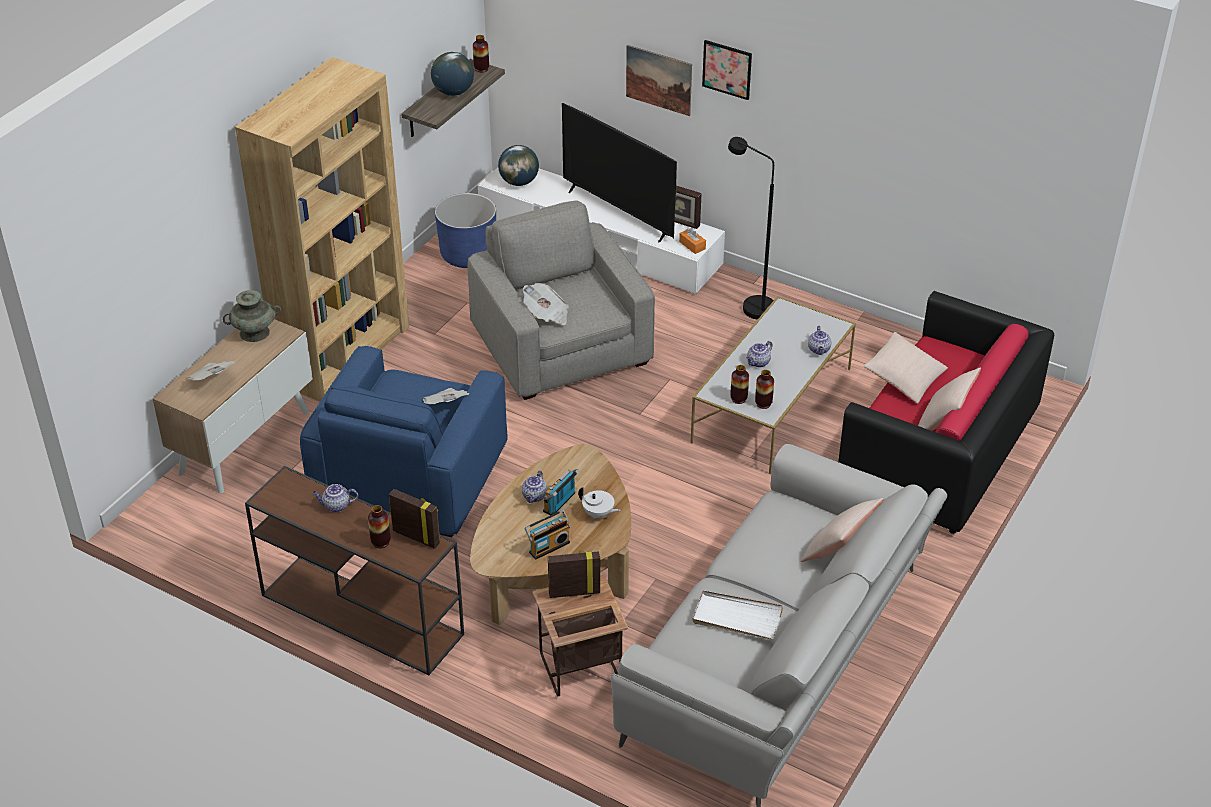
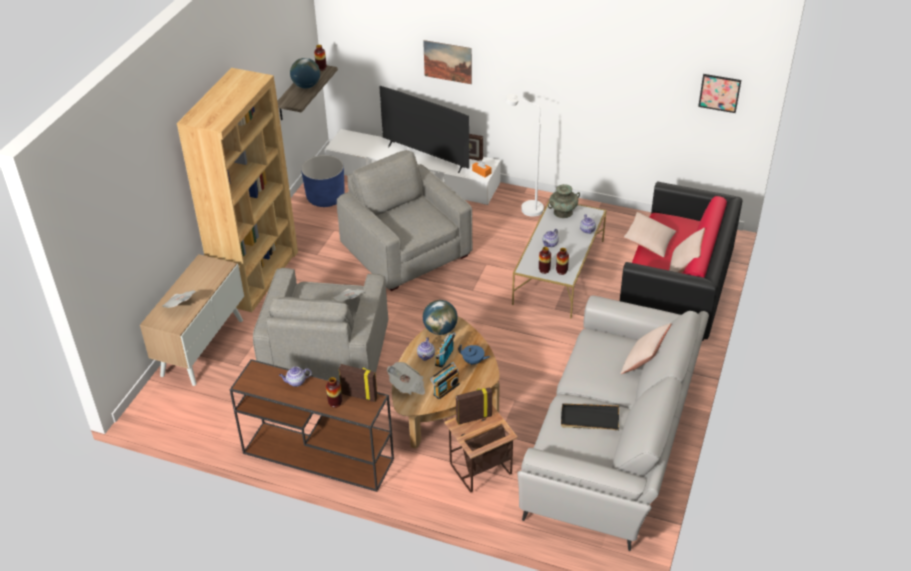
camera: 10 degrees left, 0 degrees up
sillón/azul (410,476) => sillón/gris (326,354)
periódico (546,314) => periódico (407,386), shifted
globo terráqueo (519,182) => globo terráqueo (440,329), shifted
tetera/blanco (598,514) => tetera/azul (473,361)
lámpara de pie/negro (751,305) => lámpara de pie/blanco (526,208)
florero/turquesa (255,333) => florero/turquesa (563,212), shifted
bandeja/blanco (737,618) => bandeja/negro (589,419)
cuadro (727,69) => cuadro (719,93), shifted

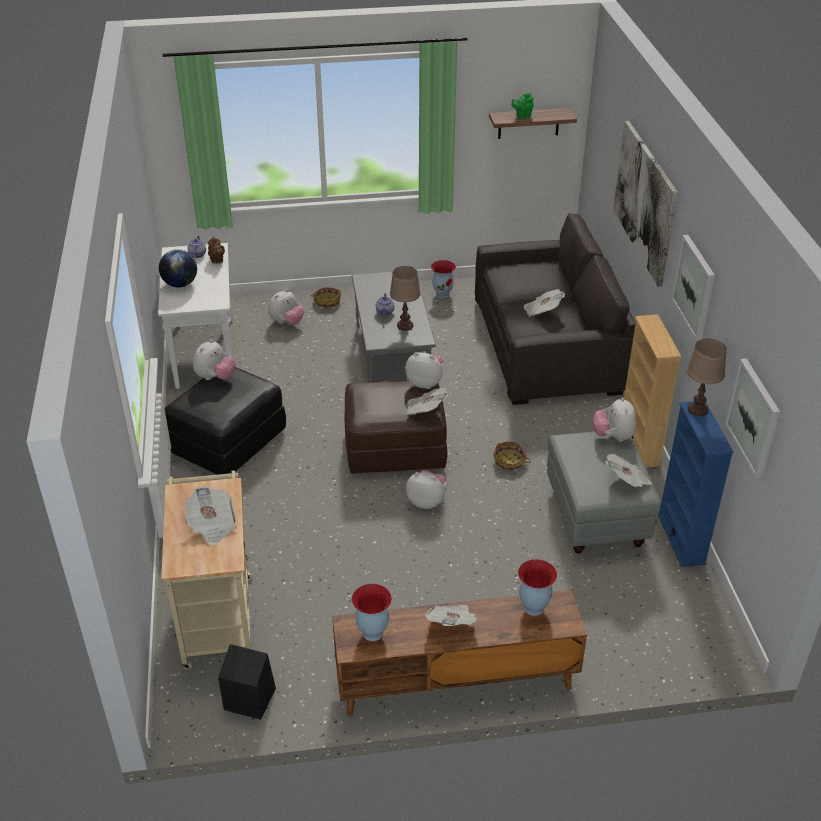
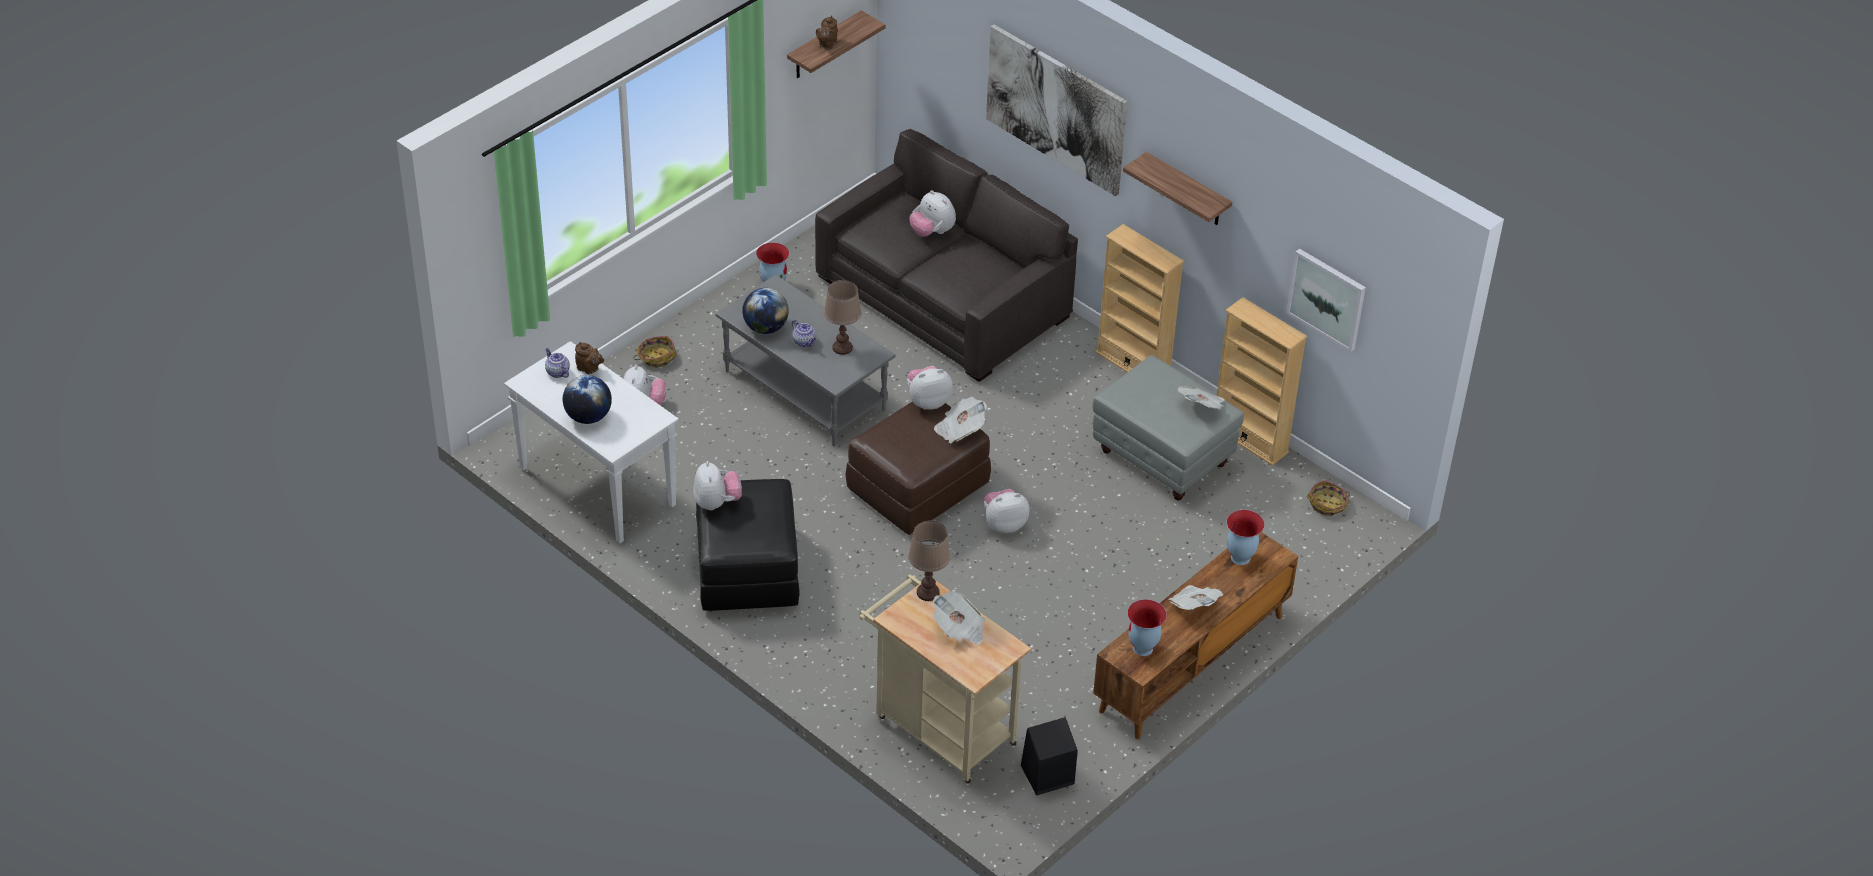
camera: 40 degrees left, 5 degrees up
nothing => globo terráqueo (765,328)
tetera/verde (522,116) => tetera/marrón (827,44)
lámpara de mesa/marrón (697,409) => lámpara de mesa/marrón (927,592), shifted
peluche (613,436) => peluche (932,232), shifted
cuadro (694,287) => estante (1187,191)
estantería/azul (681,538) => estantería/beis (1249,439)
cesta (509,462) => cesta (1328,504), shifted
periódico (542,311) => nothing

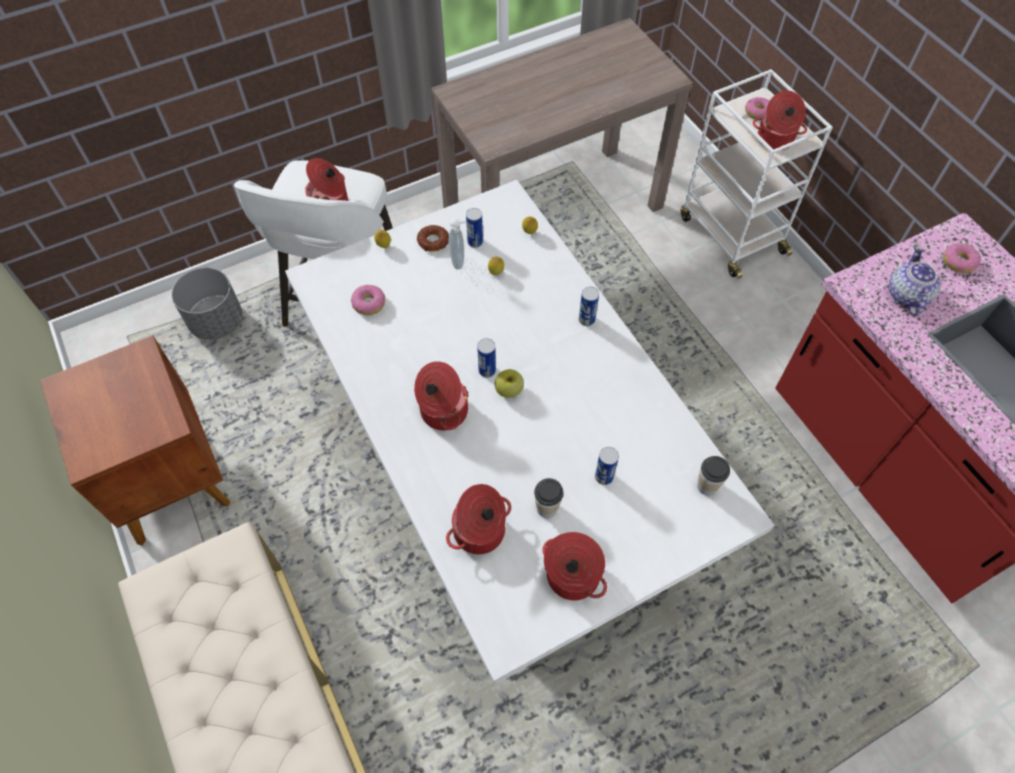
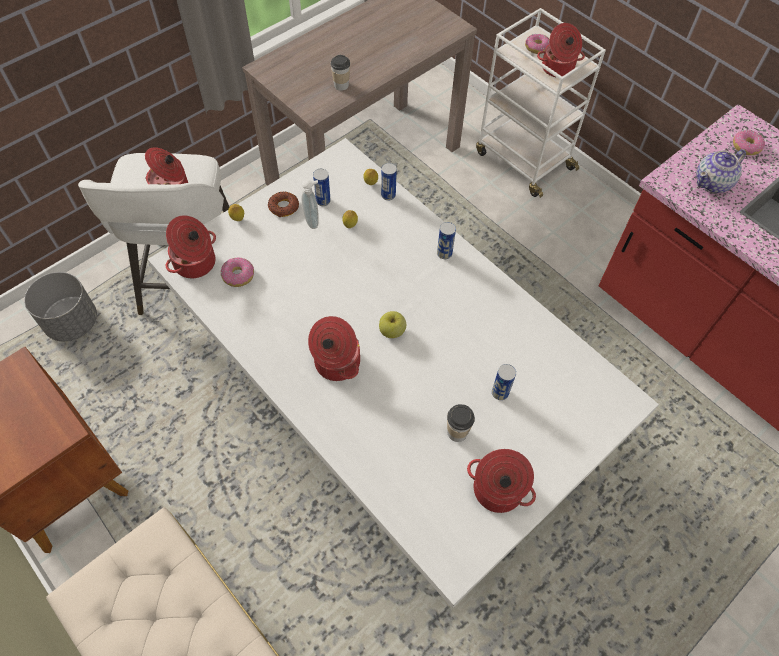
camera: 15 degrees left, 0 degrees up
olla (480,532) => olla (196,263), shifted
taza (707,485) => taza (341,85), shifted
lata (487,371) => lata (388,195), shifted
tetera (906,296) => tetera (713,182), 120 degrees counterclockwise

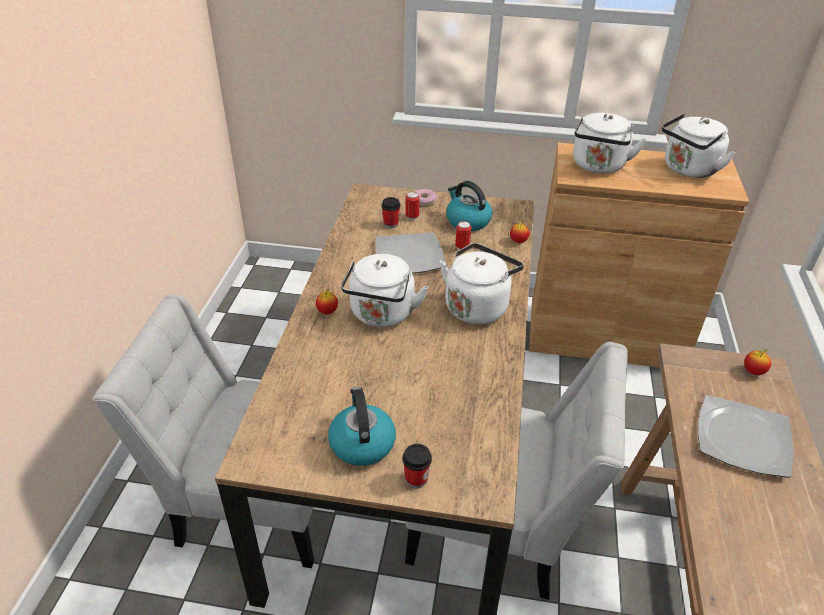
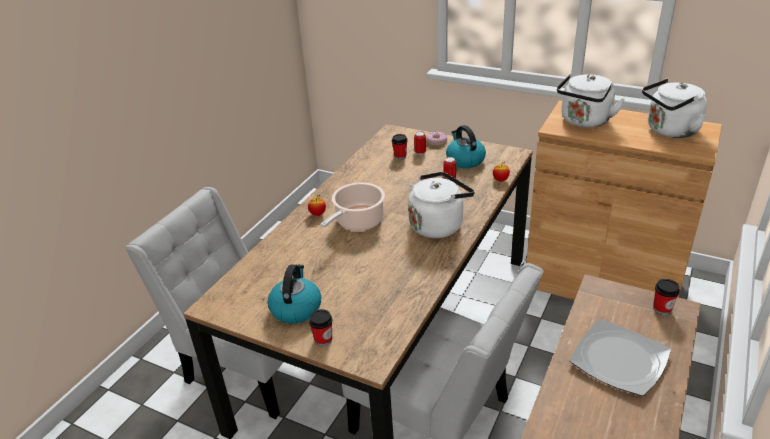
camera: 20 degrees right, 5 degrees down
hervidor/blanco (382,315) => olla (358,222)
manzana (753,371) => taza (662,309)
plato (410,256) => nothing

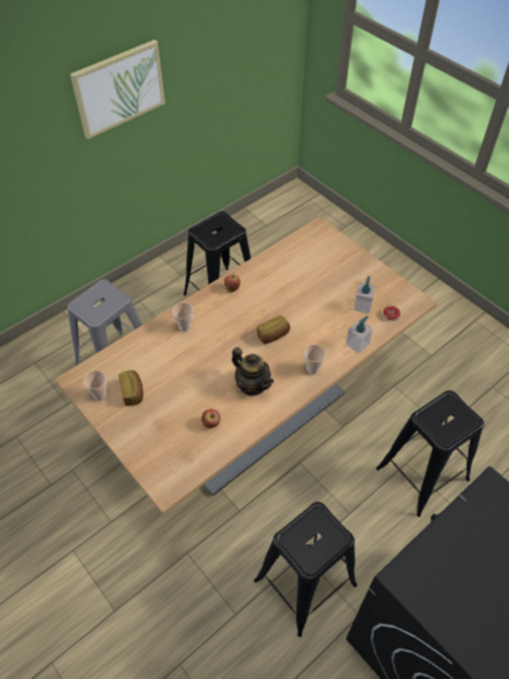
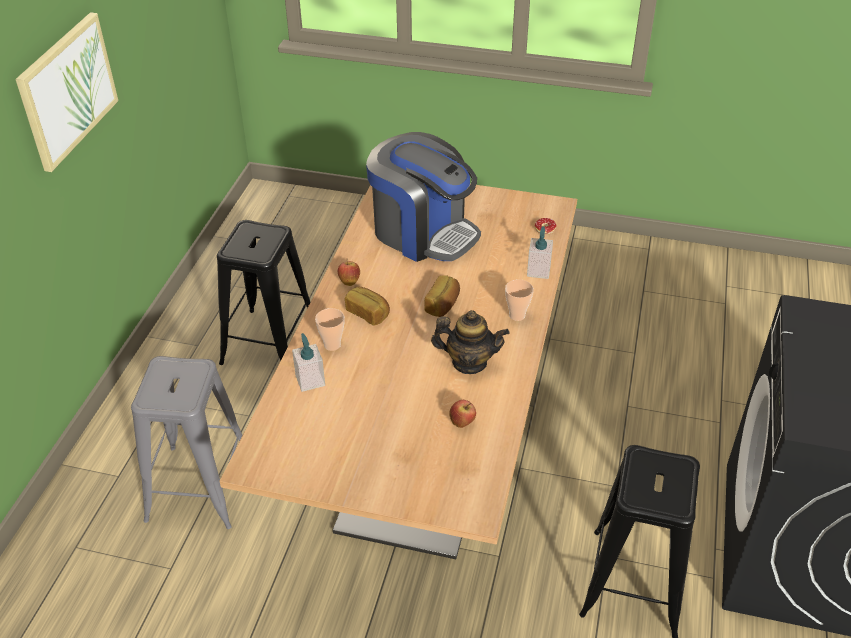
camera: 35 degrees left, 10 degrees down
dispensador de jabón (362,306) => dispensador de jabón (310,380), shifted
pan (133,392) => pan (368,313), shifted
nothing => cafetera (423,233)
taza (100,395) => nothing
taburete/negro (422,473) => nothing

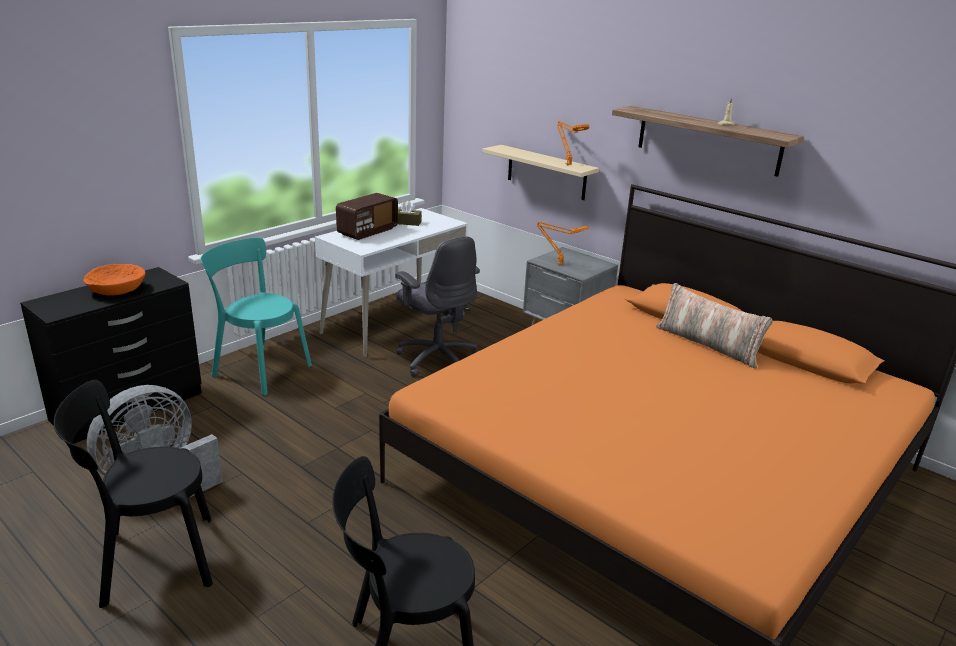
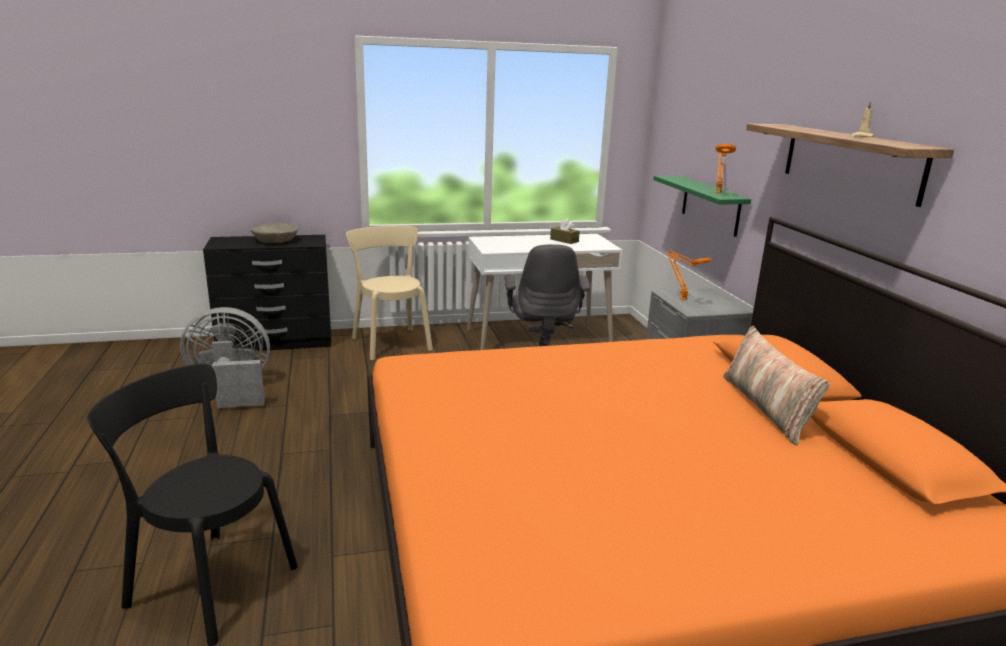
camera: 35 degrees right, 5 degrees down
cuenco/naranja (117,289) => cuenco/beis (275,241)
silla/turquesa (259,369) => silla/beis (390,342)
estante/beis (546,172) => estante/verde (710,205)
silla/negro (151,560) => nothing
radio (367,231) => nothing

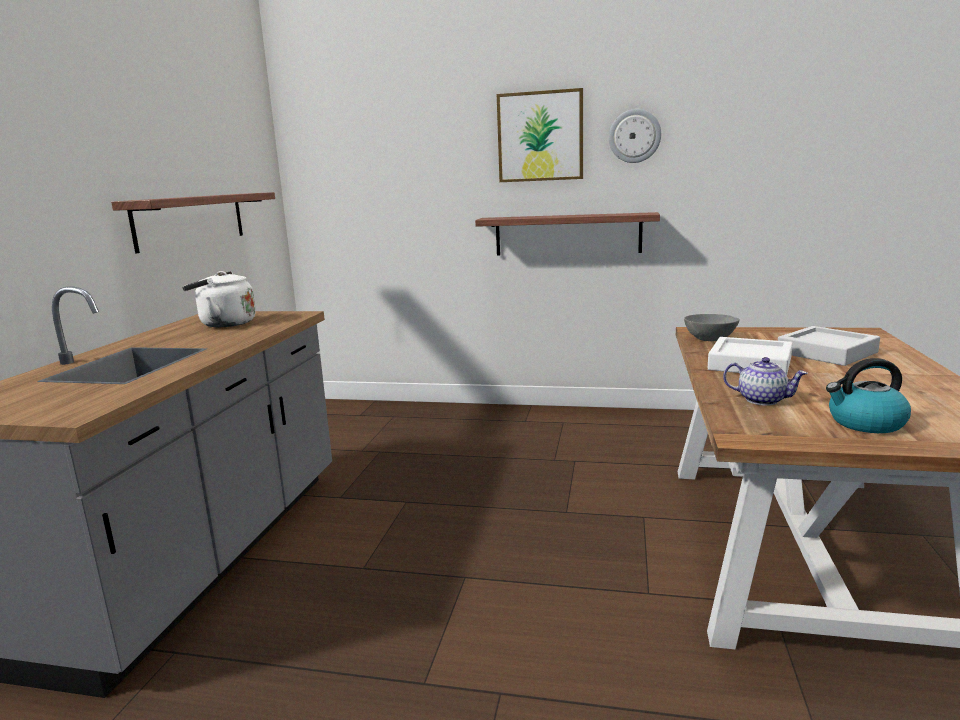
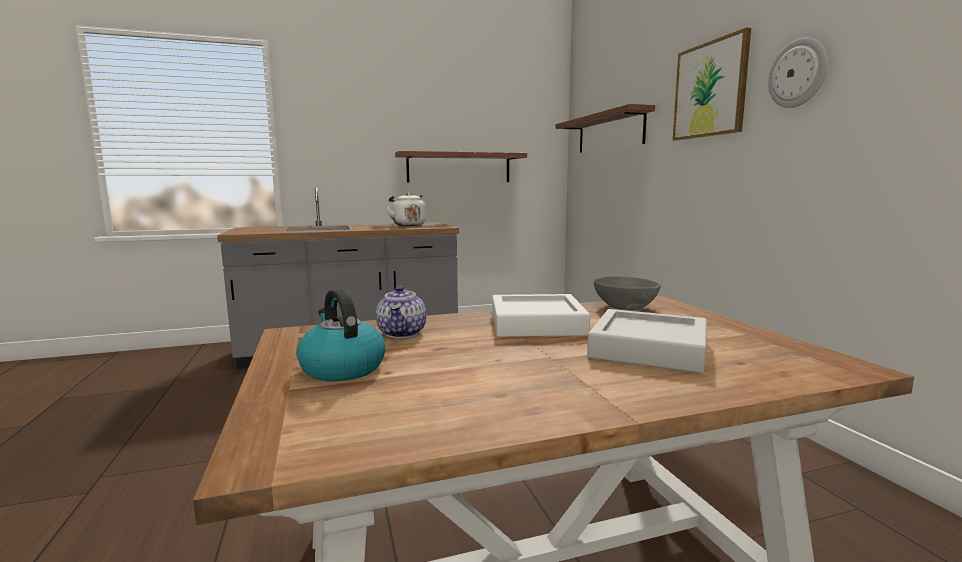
camera: 60 degrees right, 5 degrees down
estante (567,234) => estante (609,132), shifted

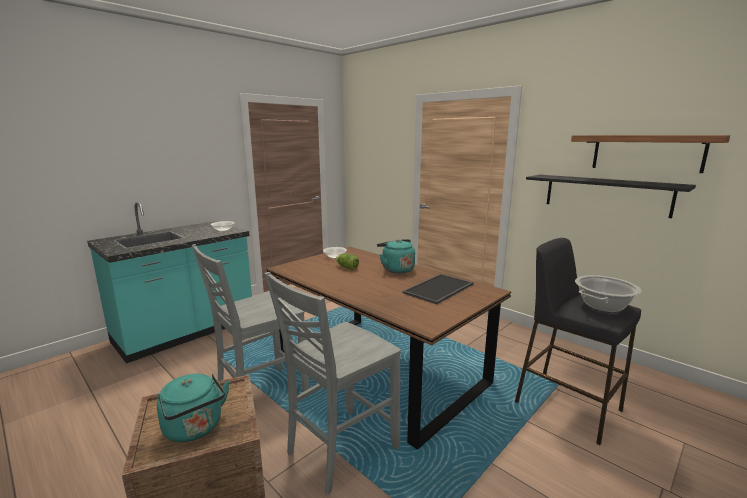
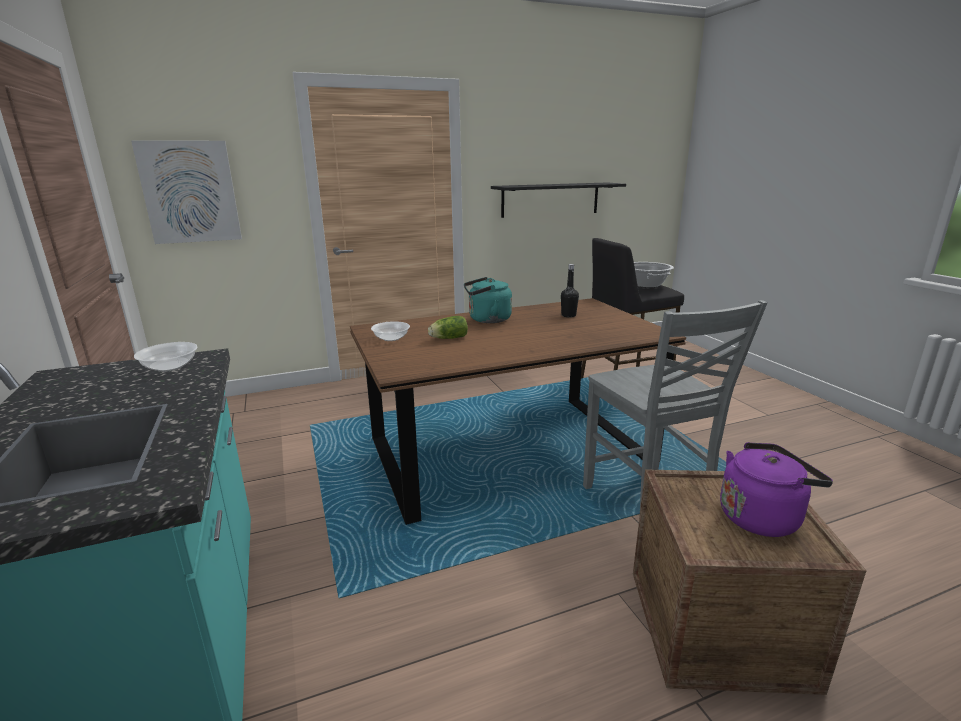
camera: 65 degrees left, 5 degrees up
nothing => cuadro (190,192)
bandeja (439,289) => botella/negro (568,315)
hervidor/turquesa (195,429) => hervidor/morado (762,517)
silla/gris (260,394) => nothing
estante (646,153) => nothing

